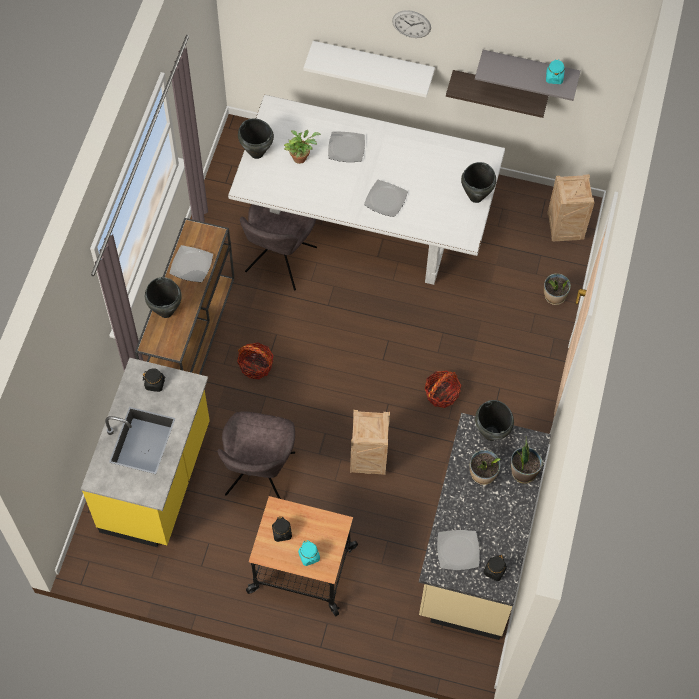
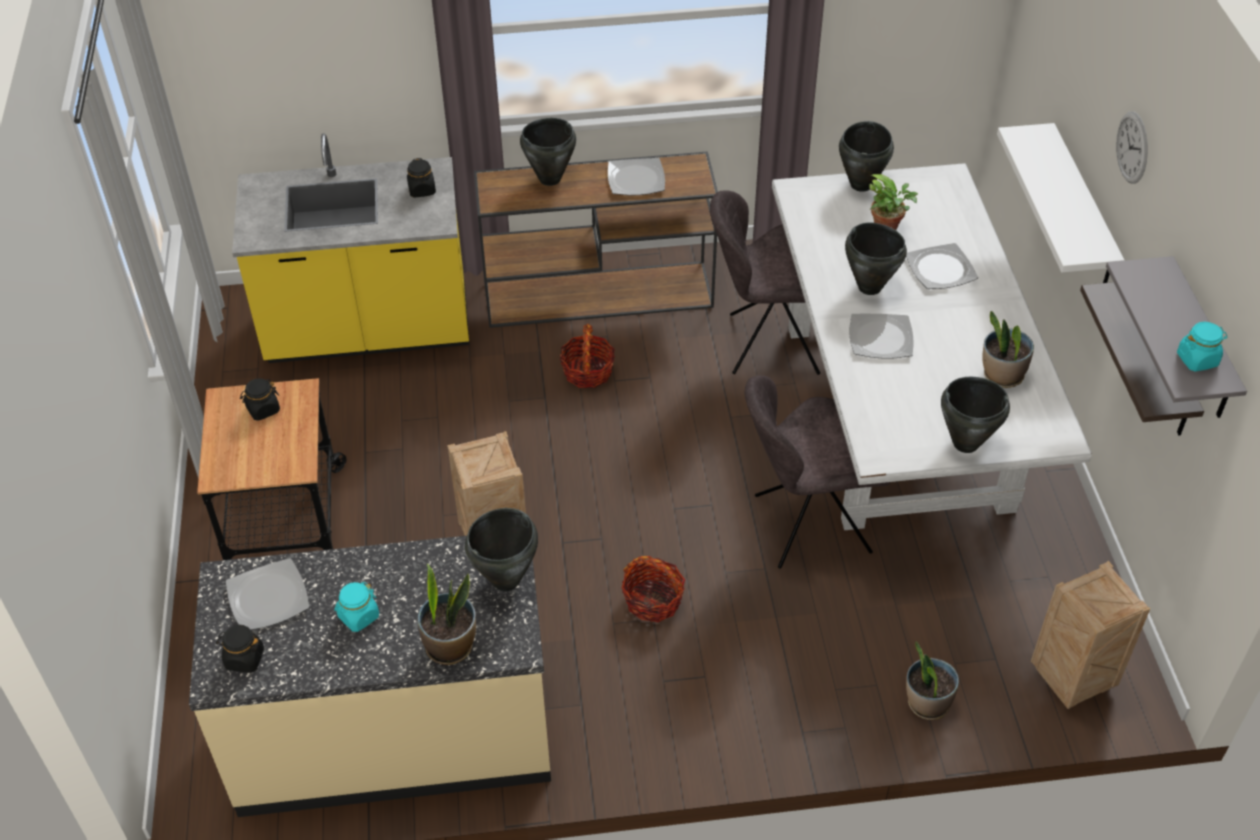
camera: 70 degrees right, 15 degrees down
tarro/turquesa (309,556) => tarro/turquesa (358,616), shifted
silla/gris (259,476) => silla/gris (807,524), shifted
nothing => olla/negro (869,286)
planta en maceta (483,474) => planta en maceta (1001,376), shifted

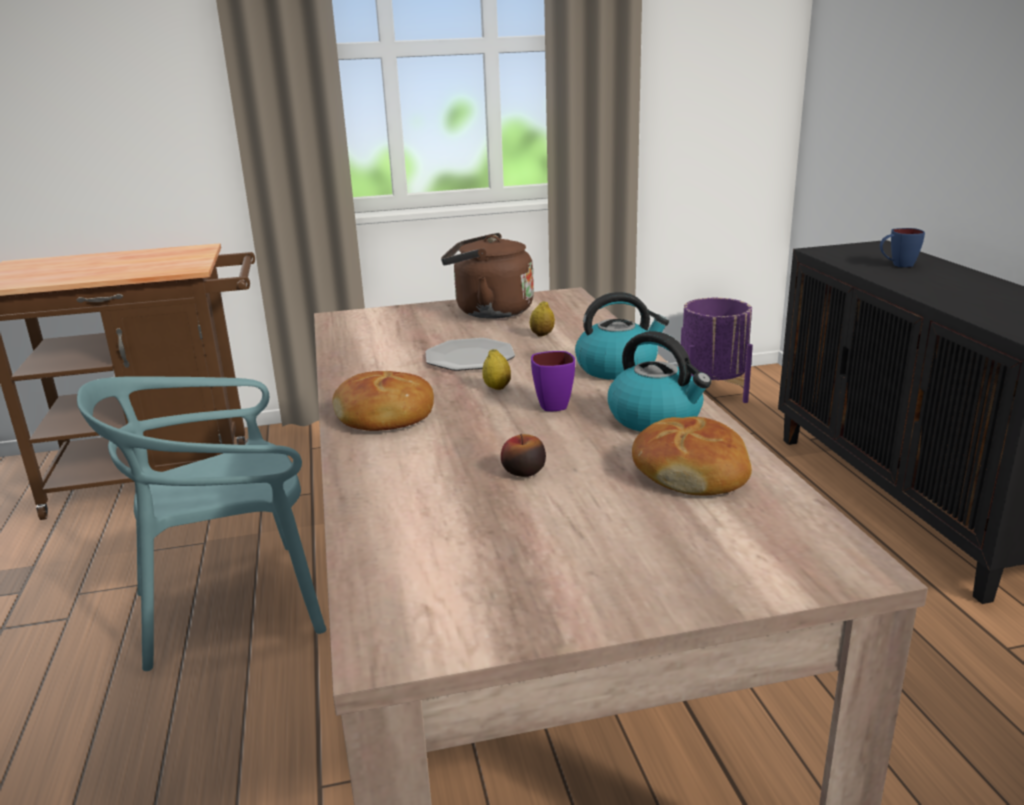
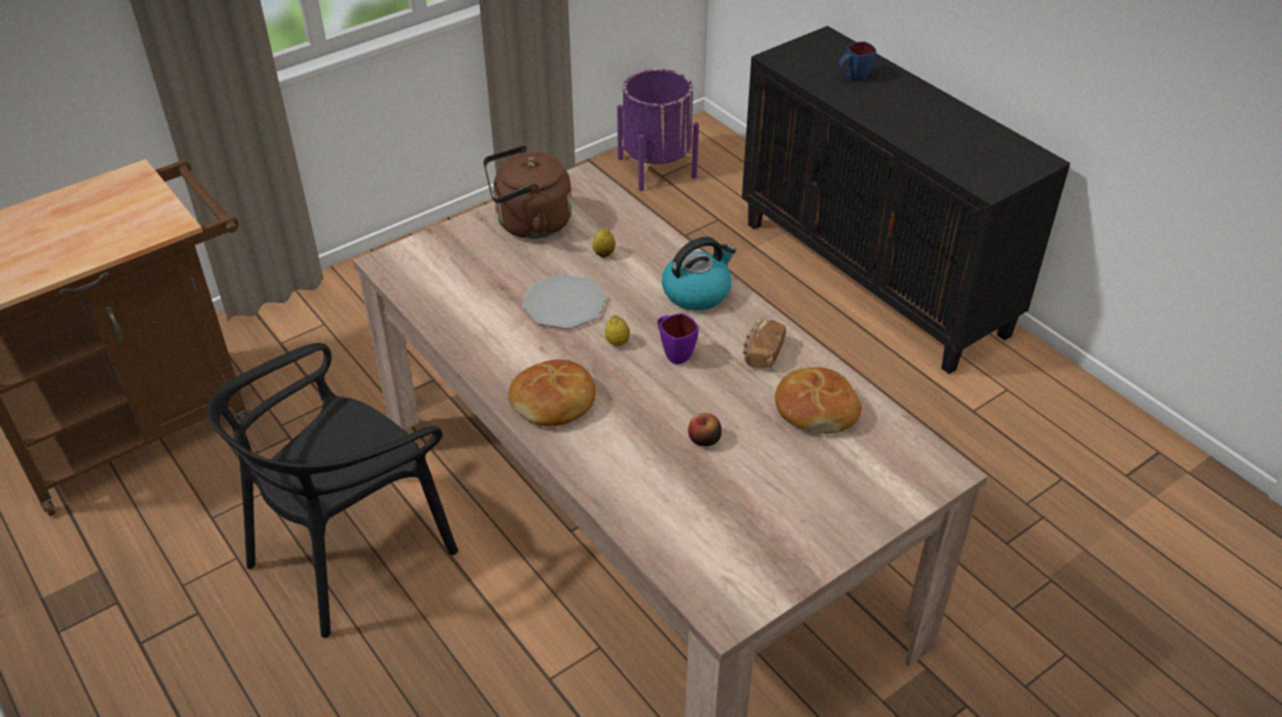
camera: 25 degrees left, 20 degrees up
silla/turquesa (231,606) => silla/negro (350,552)
hervidor (656,418) => pan (762,353)

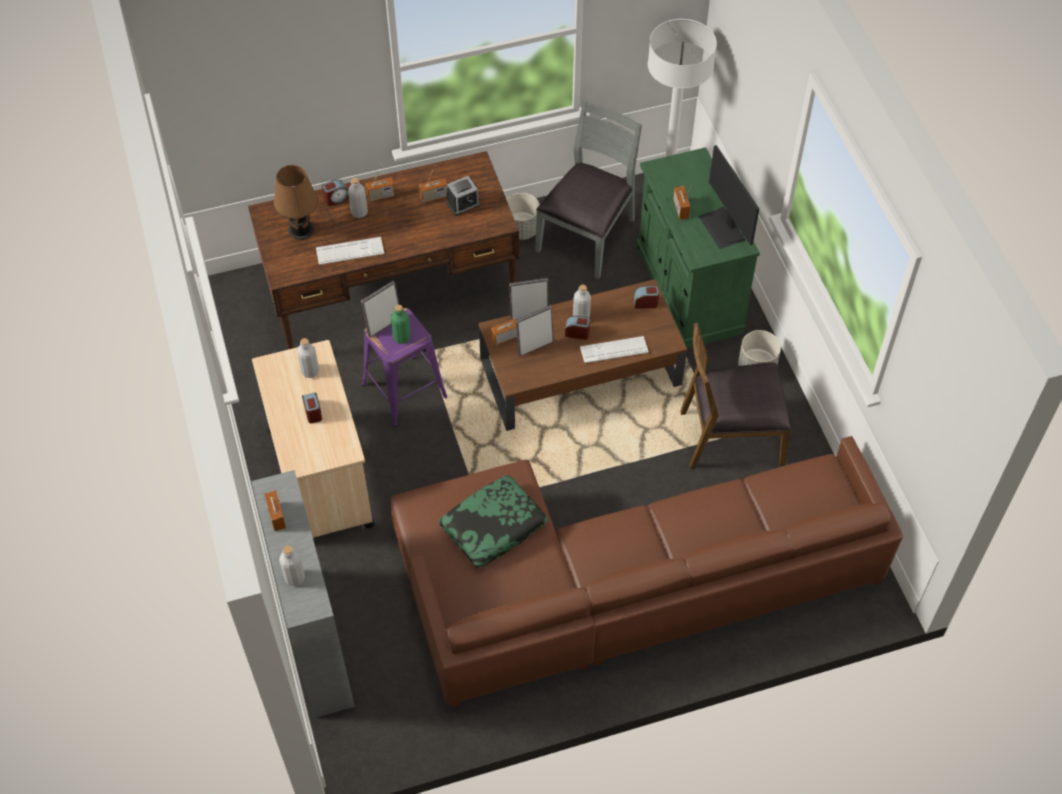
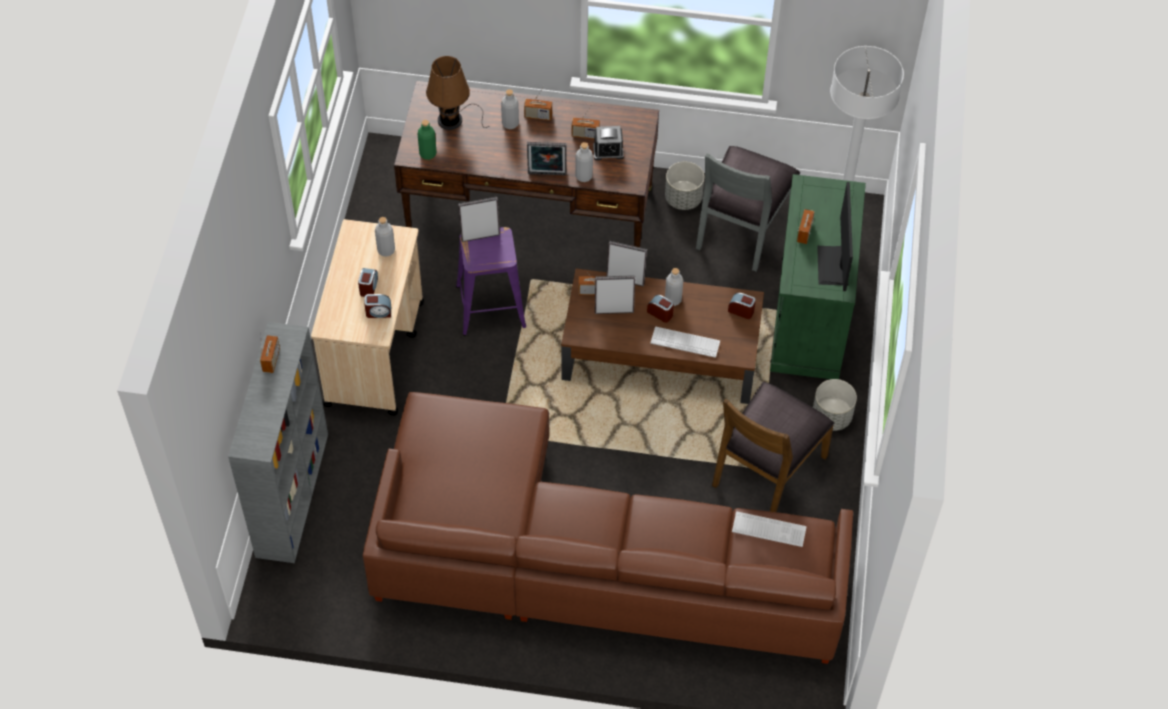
camera: 25 degrees right, 0 degrees up
despertador (336,198) => despertador (378,312), shifted
botella/verde (402,337) => botella/verde (428,154), shifted
nothing => portarretratos (547,175)
botella/gris (294,577) => botella/gris (583,176), shifted
silla/gris (587,235) => silla/gris (743,228), 150 degrees clockwise
silla/marrón (730,436) => silla/marrón (767,470), 75 degrees counterclockwise
teclado (350,251) => teclado (769,529), shifted
cojín (493,527) => nothing

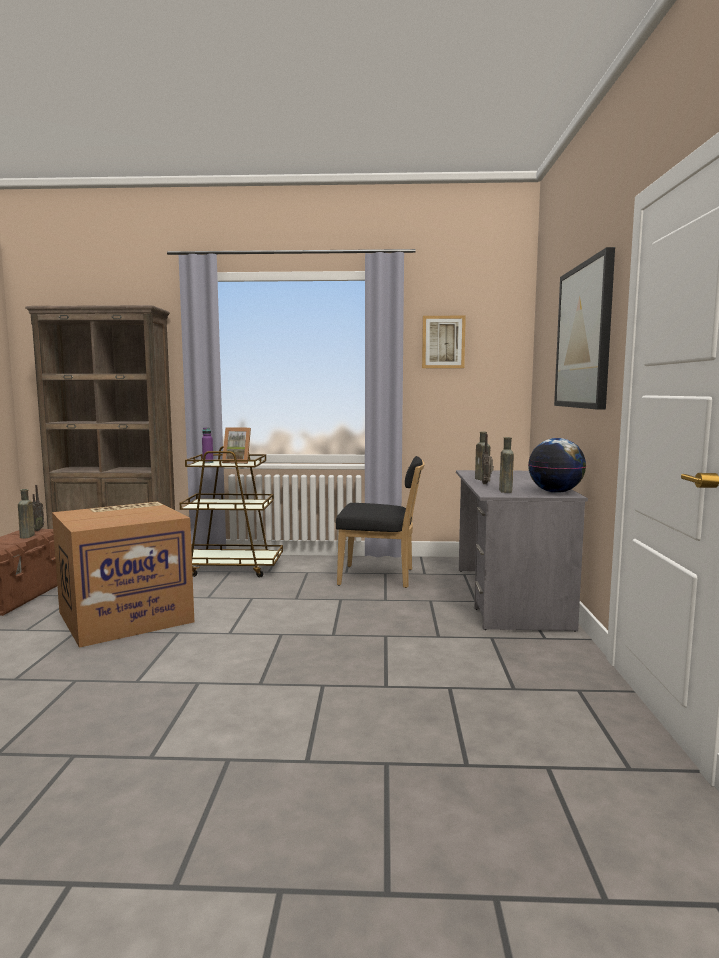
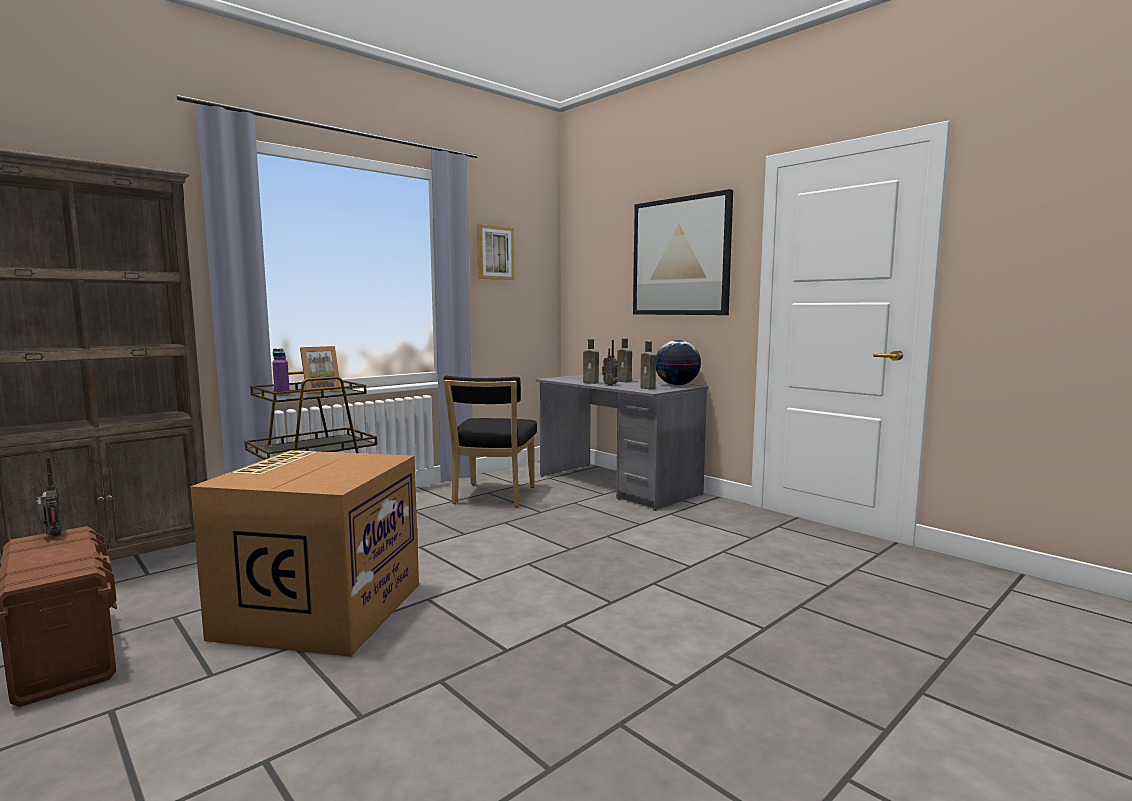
camera: 45 degrees left, 0 degrees up
silla/negro (380,577) => silla/negro (492,496), 135 degrees clockwise
botella/marrón (27,536) => botella/marrón (625,381), shifted

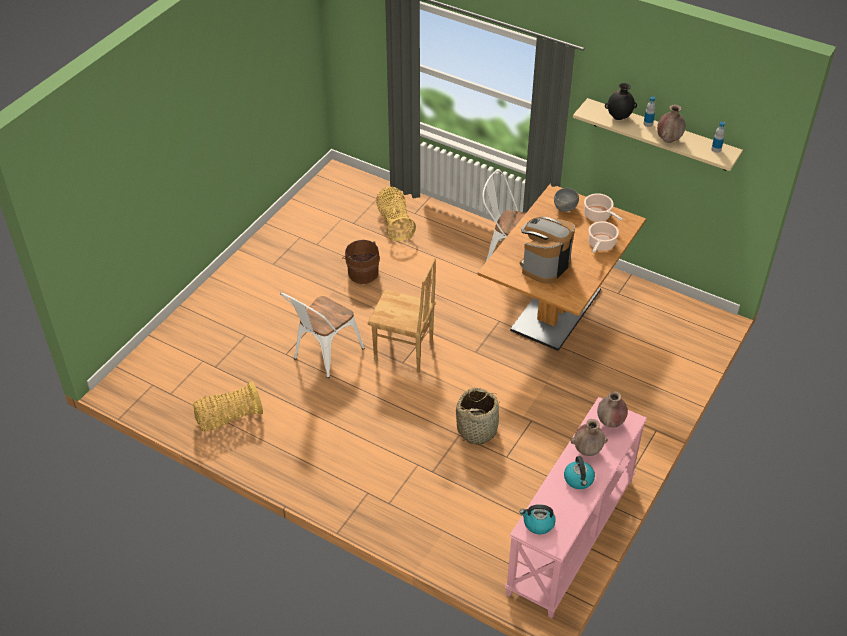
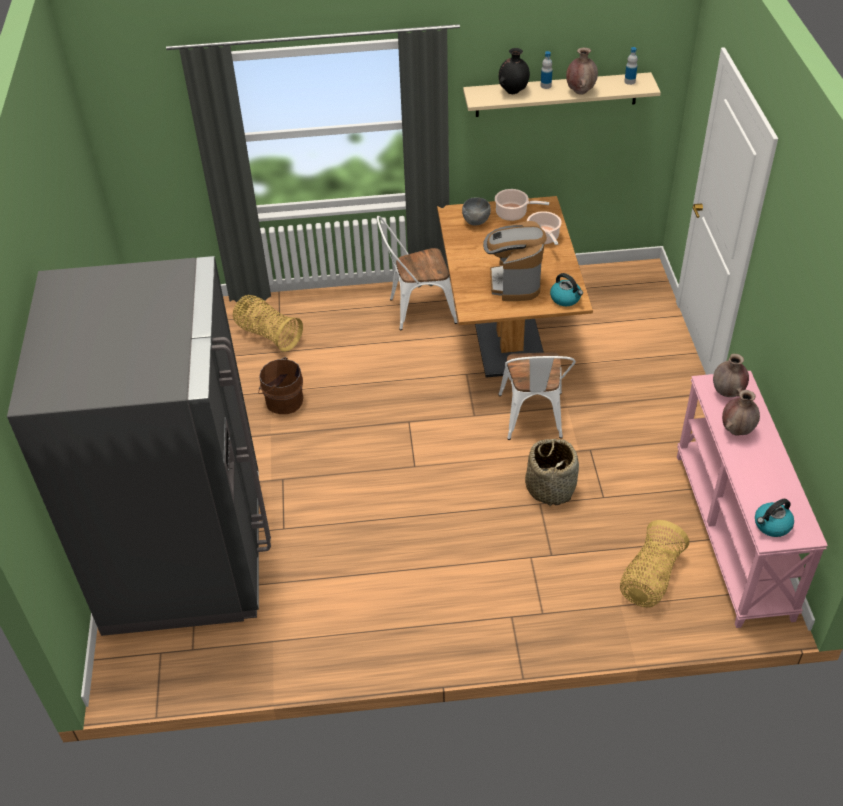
camera: 35 degrees left, 0 degrees up
nothing => nevera/gris (185,554)
silla/blanco (323,355) => silla/blanco (532,420), shifted
hervidor (579,479) => hervidor (566,298), shifted
cesta (228,418) => cesta (650,578), shifted
silla/marrón (403,353) => nothing

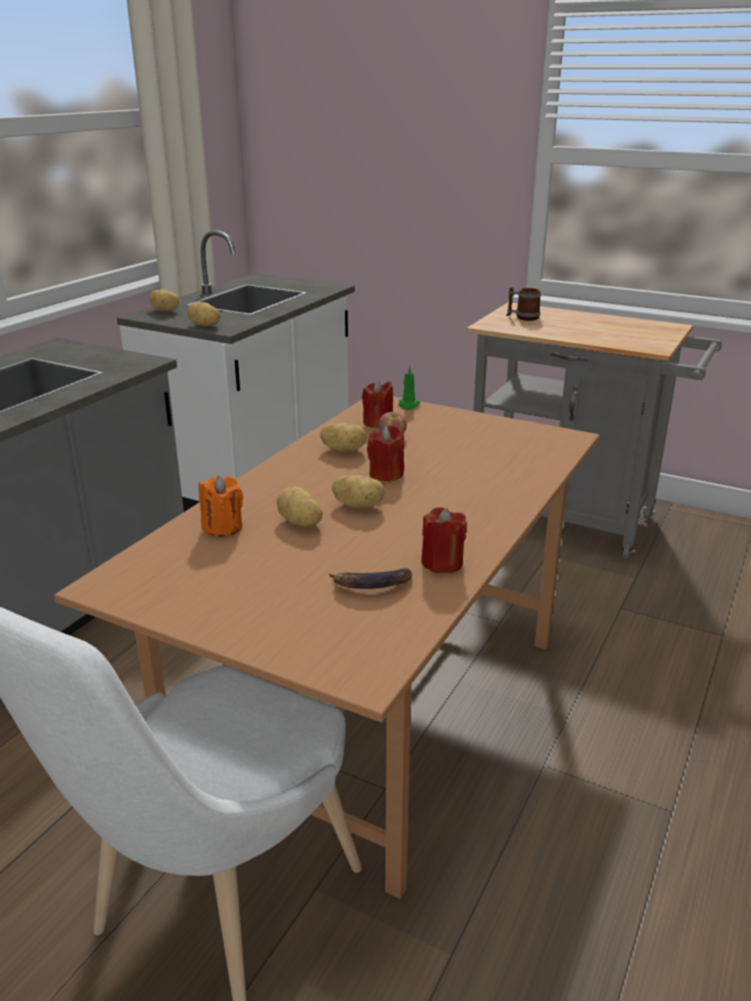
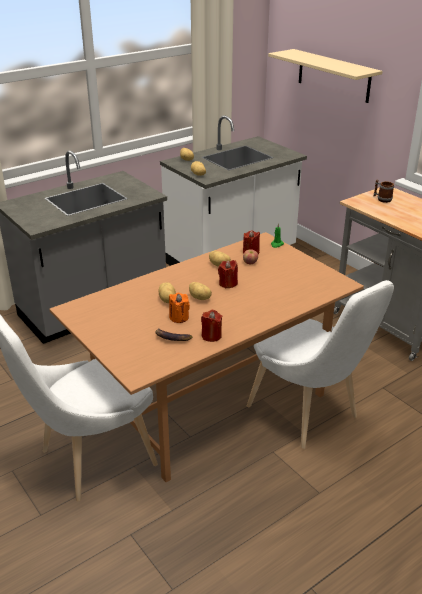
camera: 25 degrees right, 5 degrees up
vela/naranja (222,527) => vela/naranja (179,317), shifted
nothing => silla/blanco (308,415)
nothing => estante/beis (333,75)

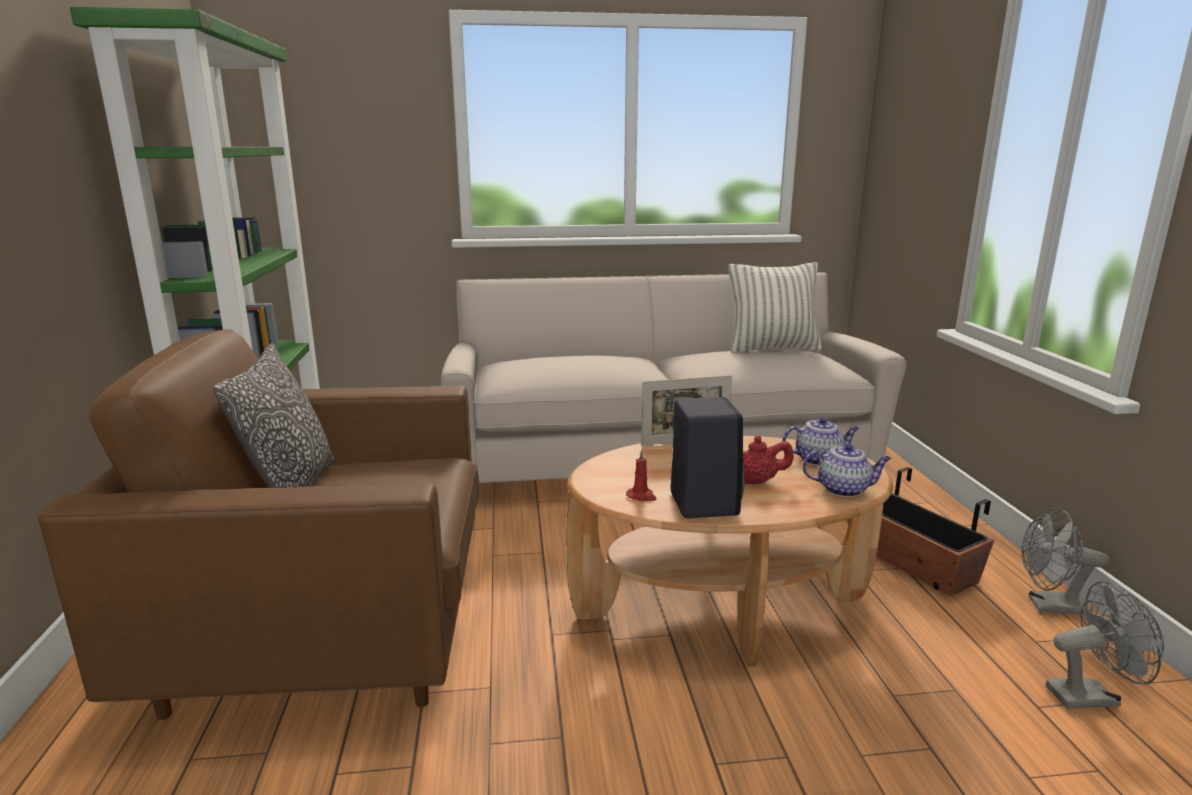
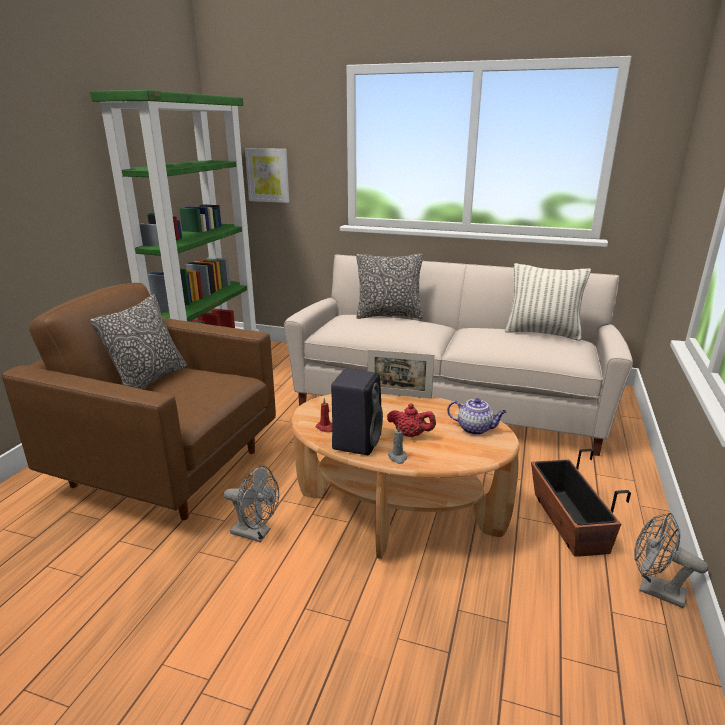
camera: 25 degrees right, 5 degrees up
ventilador/gris (1091,696) => ventilador/gris (256,533), shifted
nothing => cuadro (268,175)
nothing => cojín (389,315)
nothing => vela/gris (397,457)
tetera (844,489) => nothing

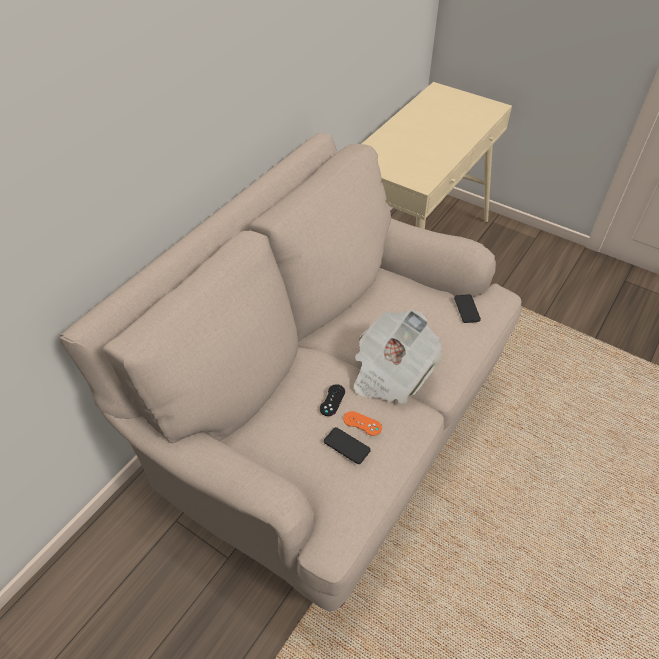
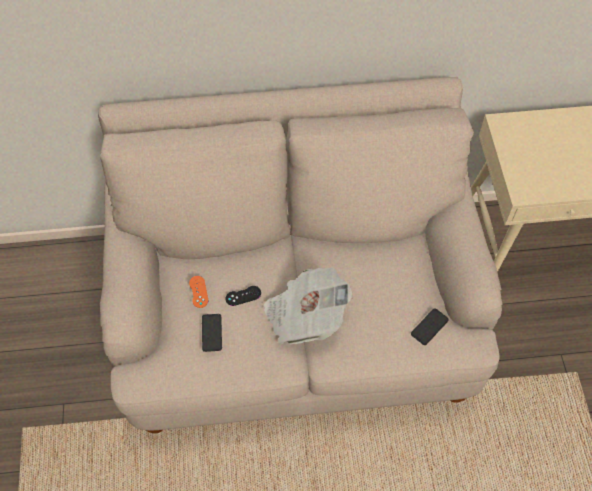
camera: 50 degrees right, 10 degrees up
mando de consola/naranja (362,423) => mando de consola/naranja (198,292), shifted

